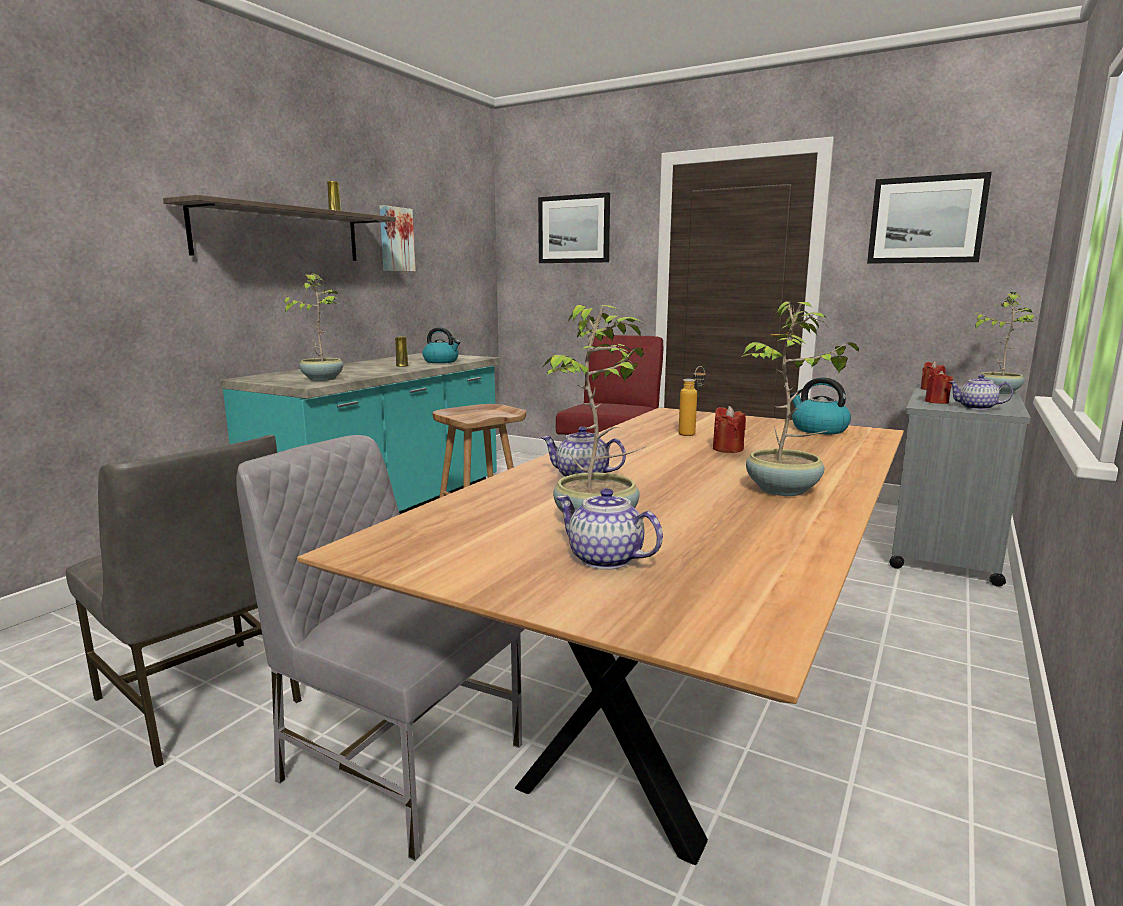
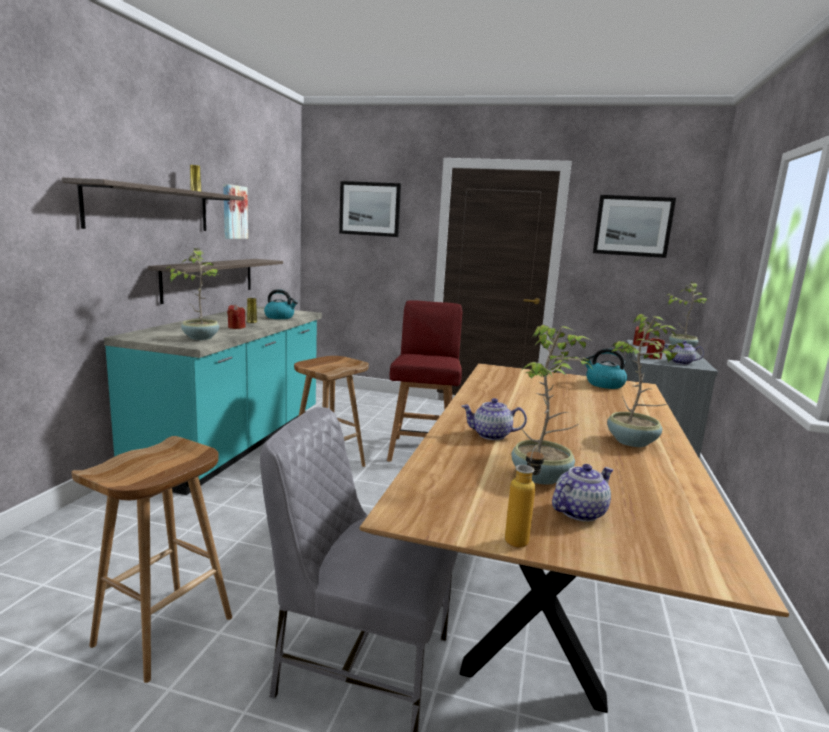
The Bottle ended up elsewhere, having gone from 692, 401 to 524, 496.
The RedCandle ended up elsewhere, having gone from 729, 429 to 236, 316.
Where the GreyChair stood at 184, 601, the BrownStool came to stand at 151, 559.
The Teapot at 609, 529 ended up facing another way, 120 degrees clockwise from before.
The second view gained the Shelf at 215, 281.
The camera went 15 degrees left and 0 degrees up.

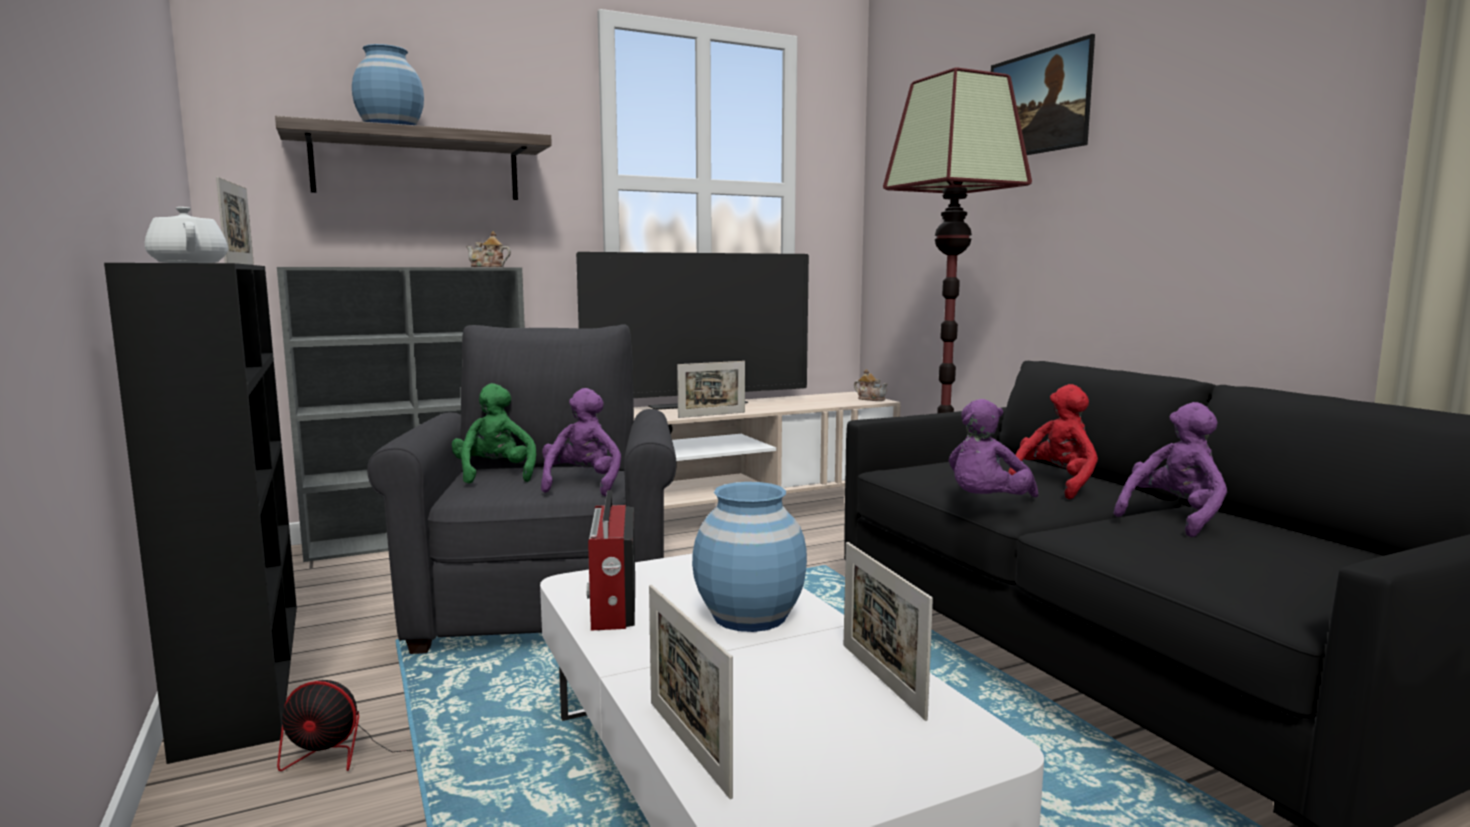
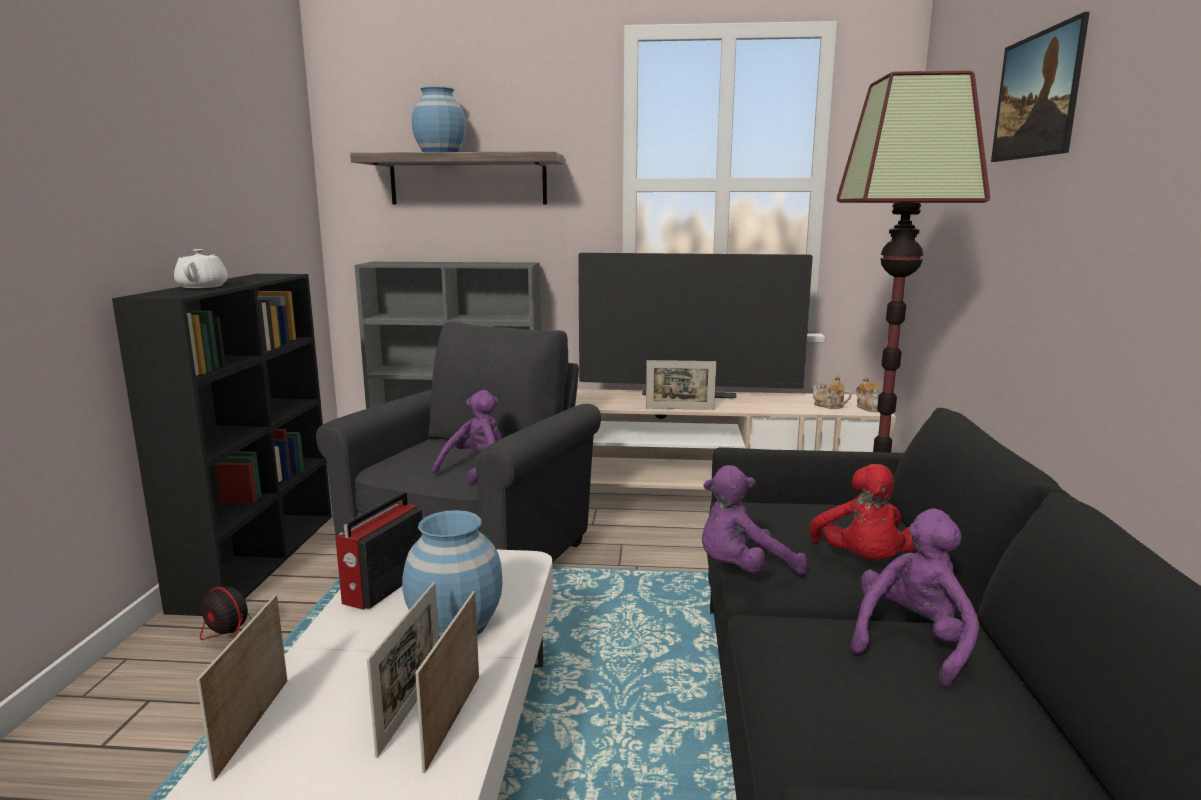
The PictureFrame ended up elsewhere, having gone from 235, 221 to 403, 670.
The Teapot ended up elsewhere, having gone from 488, 249 to 832, 392.
The second view lost the GreenPlushToy at 494, 433.
The RedPlushToy at 1053, 441 ended up facing another way, 105 degrees clockwise from before.
The PurplePlushToy at 1170, 469 ended up facing another way, 45 degrees counterclockwise from before.
The camera went 30 degrees right and 5 degrees up.

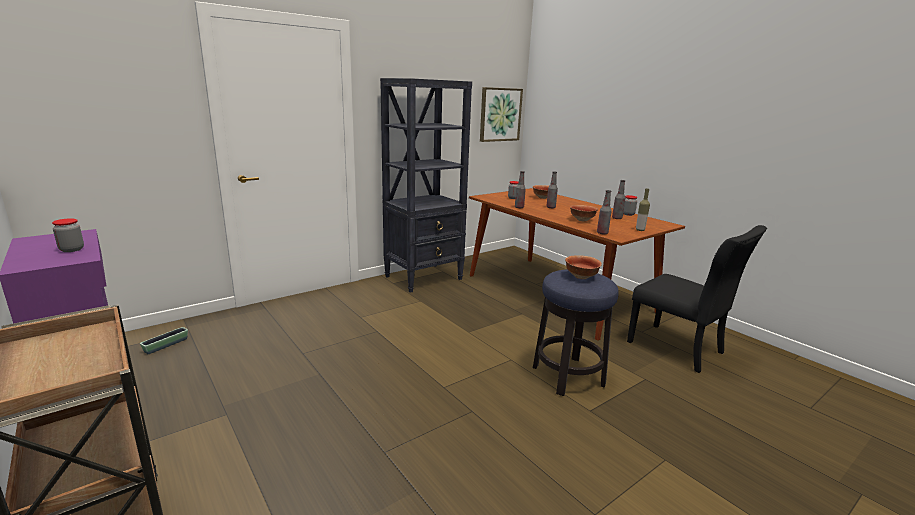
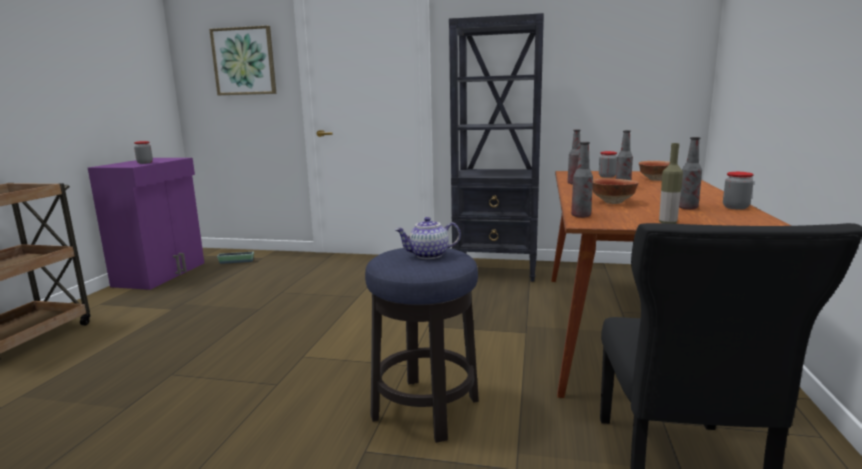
The Picture ended up elsewhere, having gone from 501, 114 to 243, 60.
Where the Bowl stood at 583, 267, the Teapot came to stand at 428, 238.
The camera went 50 degrees right and 5 degrees down.

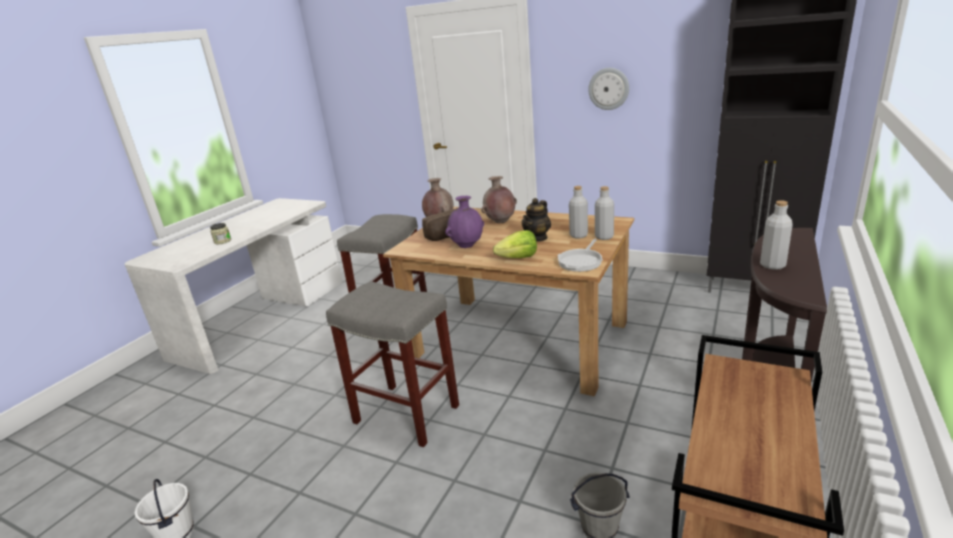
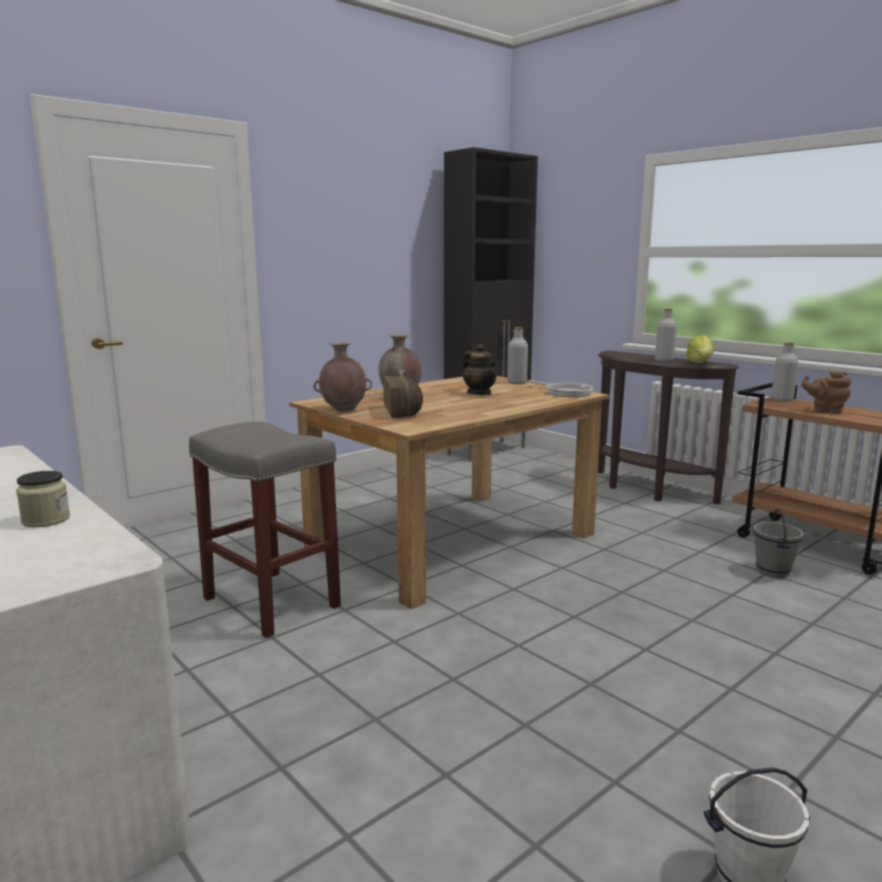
The second view lost the WallClock at 608, 89.
The GreyBottle ended up elsewhere, having gone from 578, 212 to 785, 372.
The second view lost the PurpleVase at 464, 222.
The Lettuce ended up elsewhere, having gone from 515, 244 to 700, 349.
The second view lost the GreyStool at 392, 364.
The second view gained the BrownTeapot at 826, 392.
The camera went 70 degrees left and 10 degrees down.

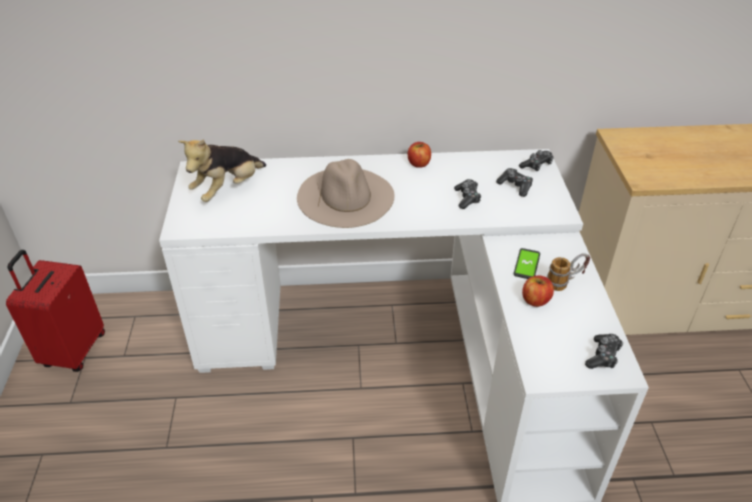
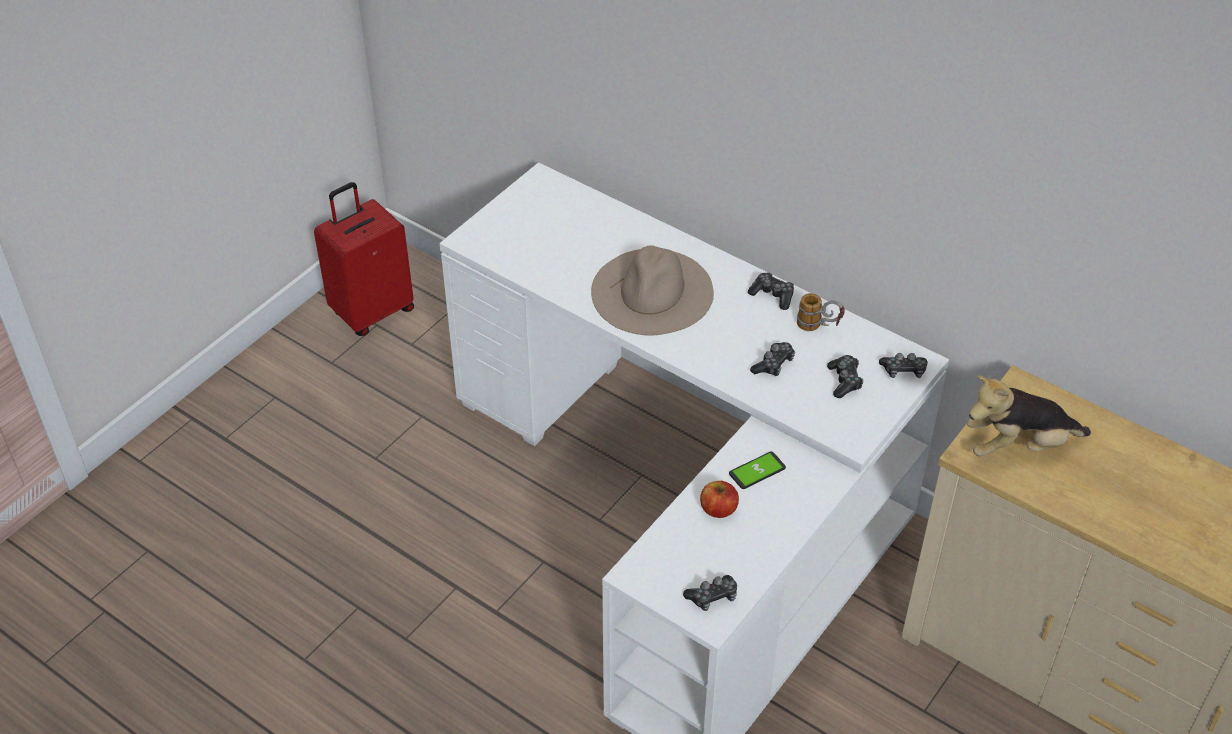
The PlushToy ended up elsewhere, having gone from 222, 170 to 1029, 415.
Where the Apple stood at 419, 155, the GameController came to stand at 771, 291.
The Mug ended up elsewhere, having gone from 568, 272 to 821, 312.
The camera went 40 degrees right and 5 degrees up.

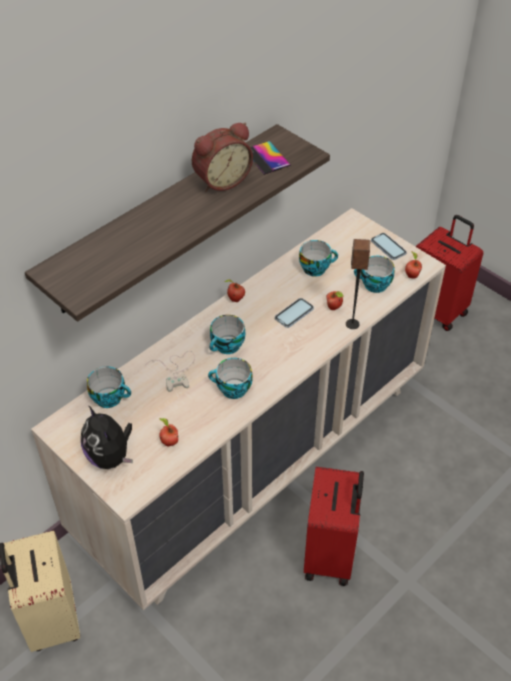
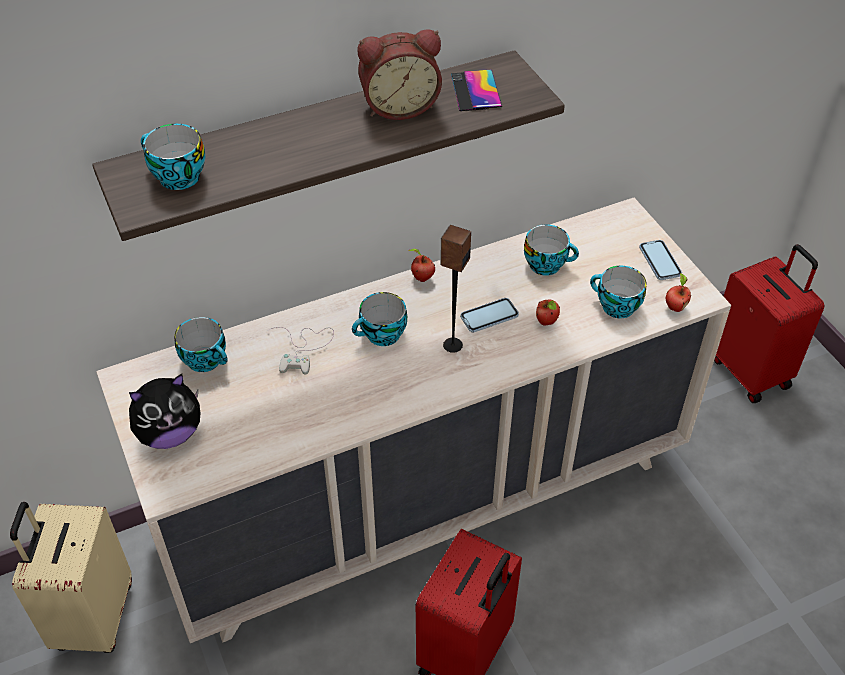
The Speaker ended up elsewhere, having gone from 358, 284 to 455, 289.
The Cup ended up elsewhere, having gone from 230, 378 to 173, 157.
The PlushToy at 107, 437 ended up facing another way, 105 degrees counterclockwise from before.
The second view lost the Apple at 168, 432.
The camera went 20 degrees right and 0 degrees up.

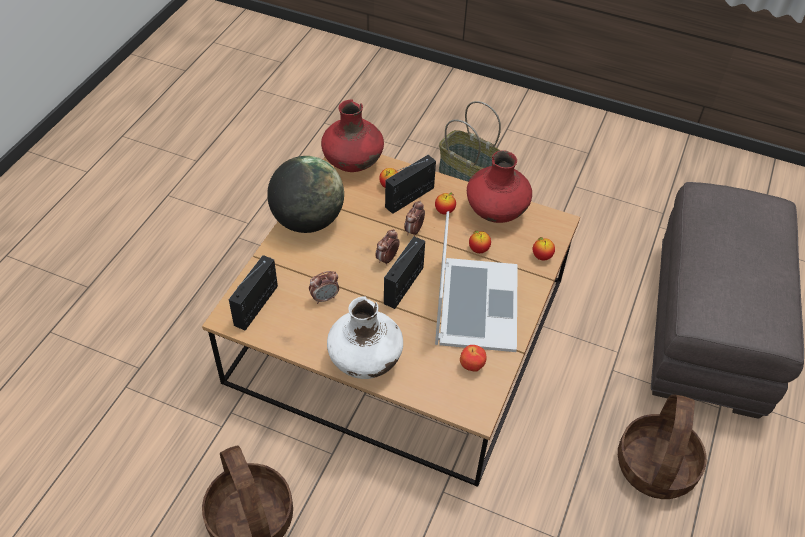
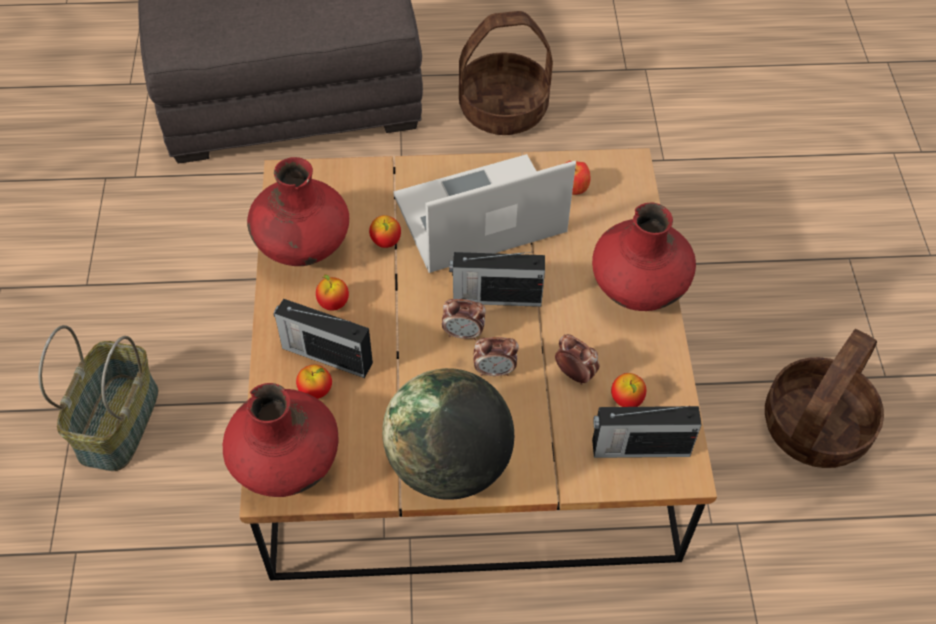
The AlarmClock ended up elsewhere, having gone from 414, 218 to 496, 356.
The Apple ended up elsewhere, having gone from 544, 248 to 628, 390.
What was the WhiteVase at 365, 337 turned into the RedVase at 644, 257.
The camera went 115 degrees left and 5 degrees up.

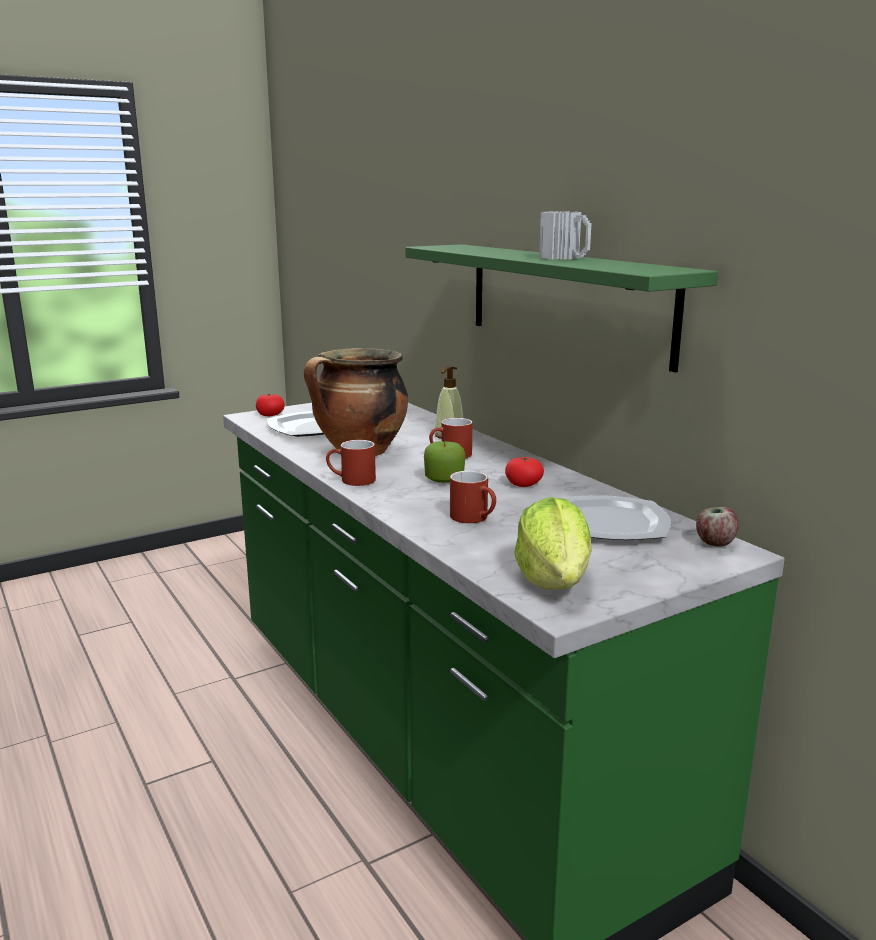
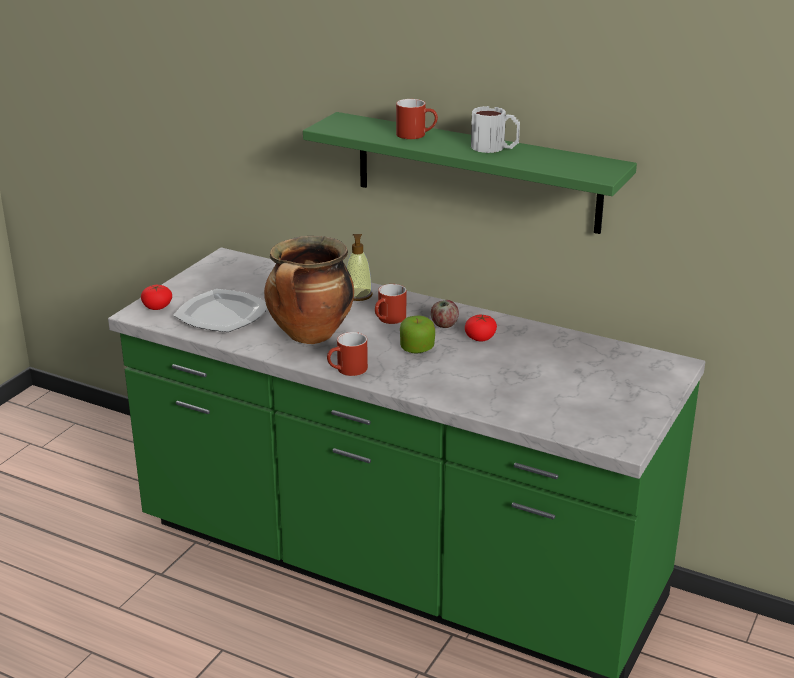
The RedMug ended up elsewhere, having gone from 473, 497 to 417, 119.
The second view lost the Plate at 616, 517.
The second view lost the Lettuce at 553, 543.
The Apple ended up elsewhere, having gone from 717, 527 to 445, 314.
The camera went 30 degrees left and 10 degrees up.

